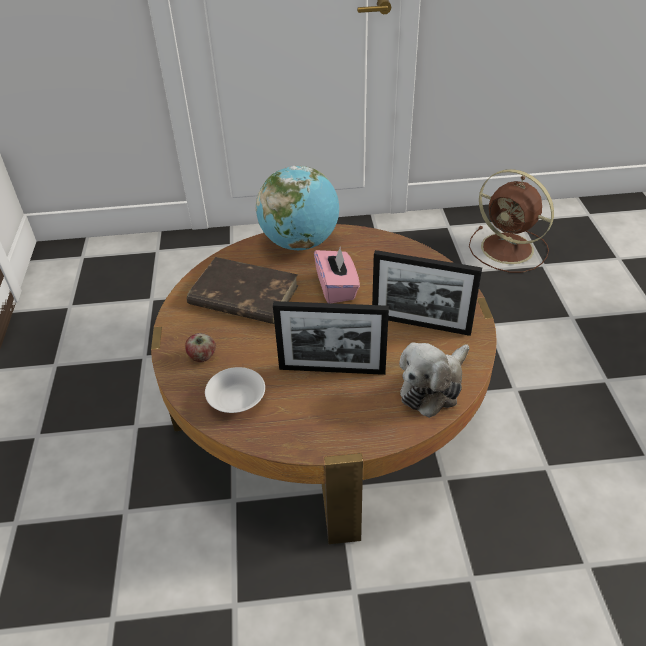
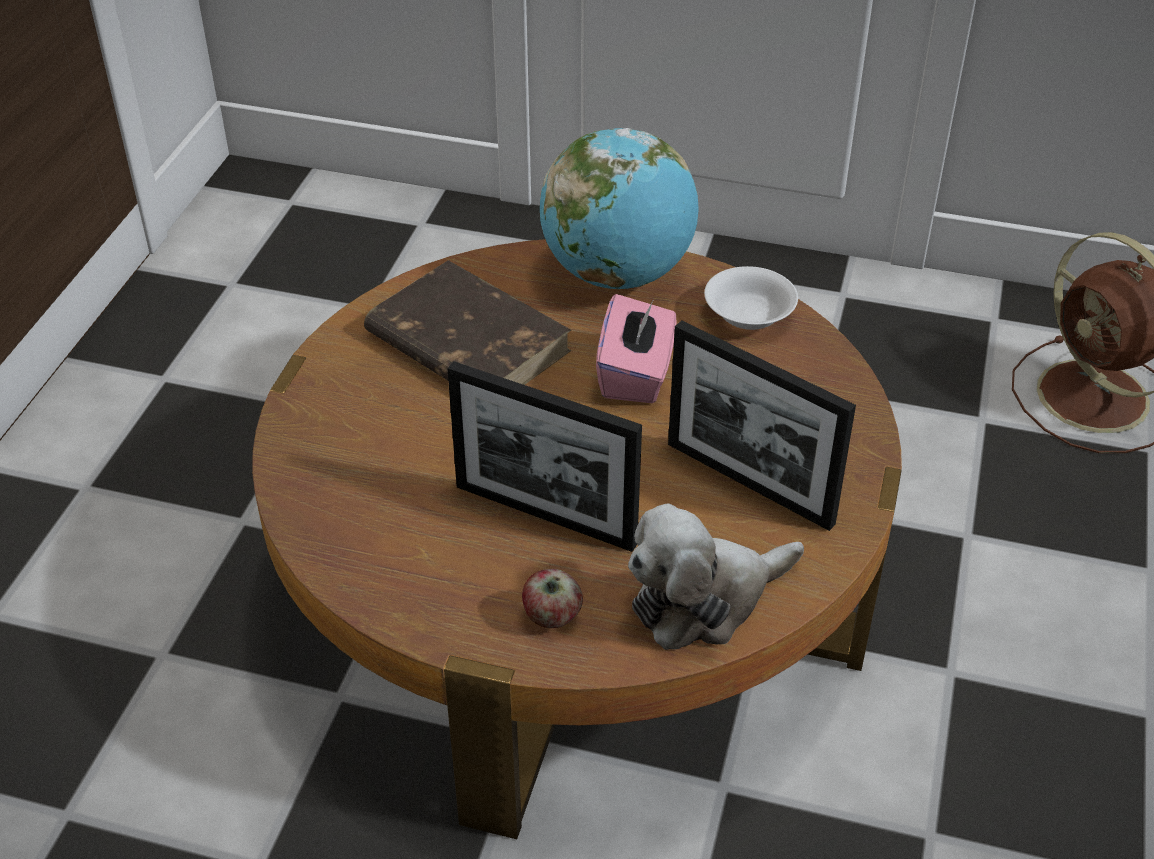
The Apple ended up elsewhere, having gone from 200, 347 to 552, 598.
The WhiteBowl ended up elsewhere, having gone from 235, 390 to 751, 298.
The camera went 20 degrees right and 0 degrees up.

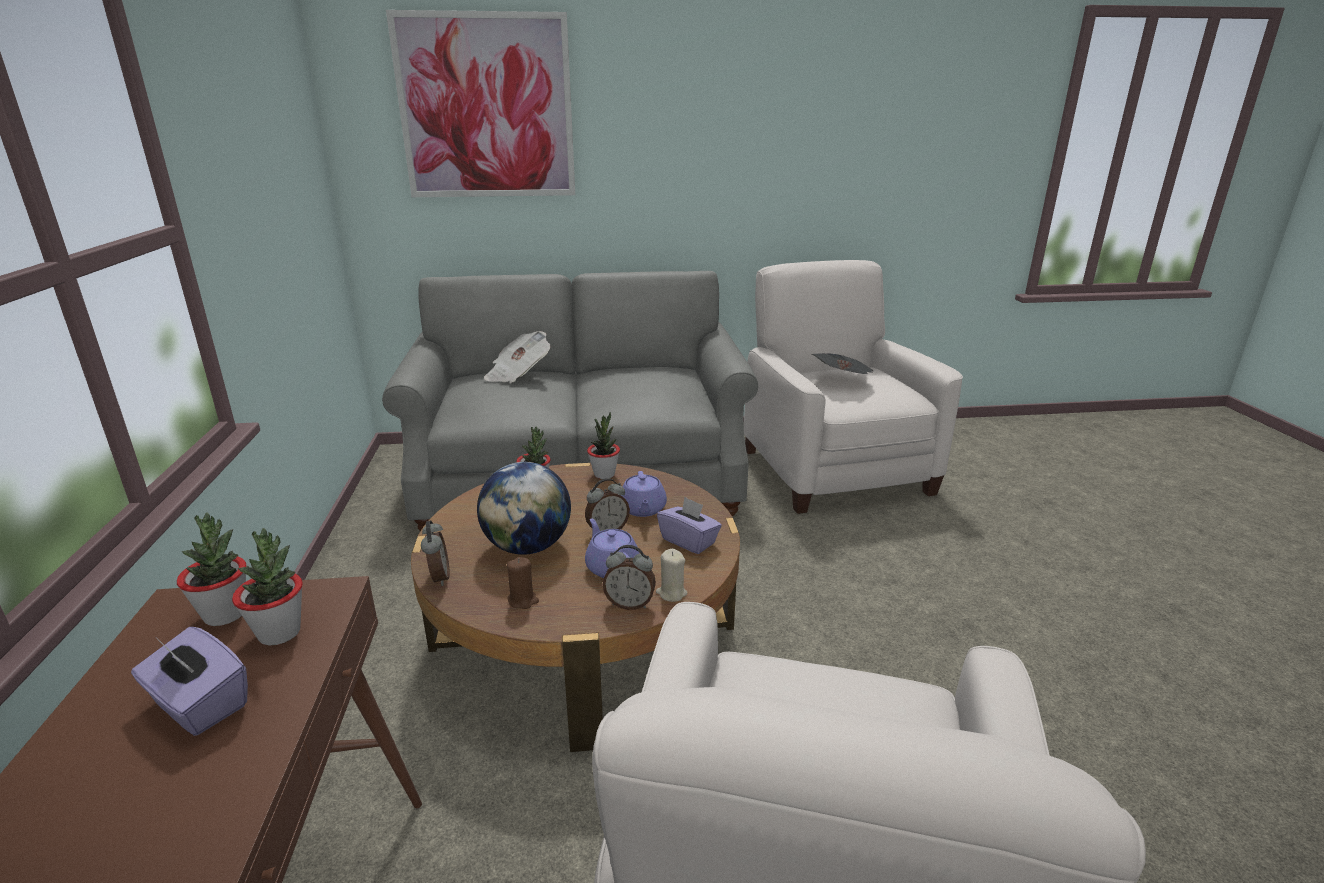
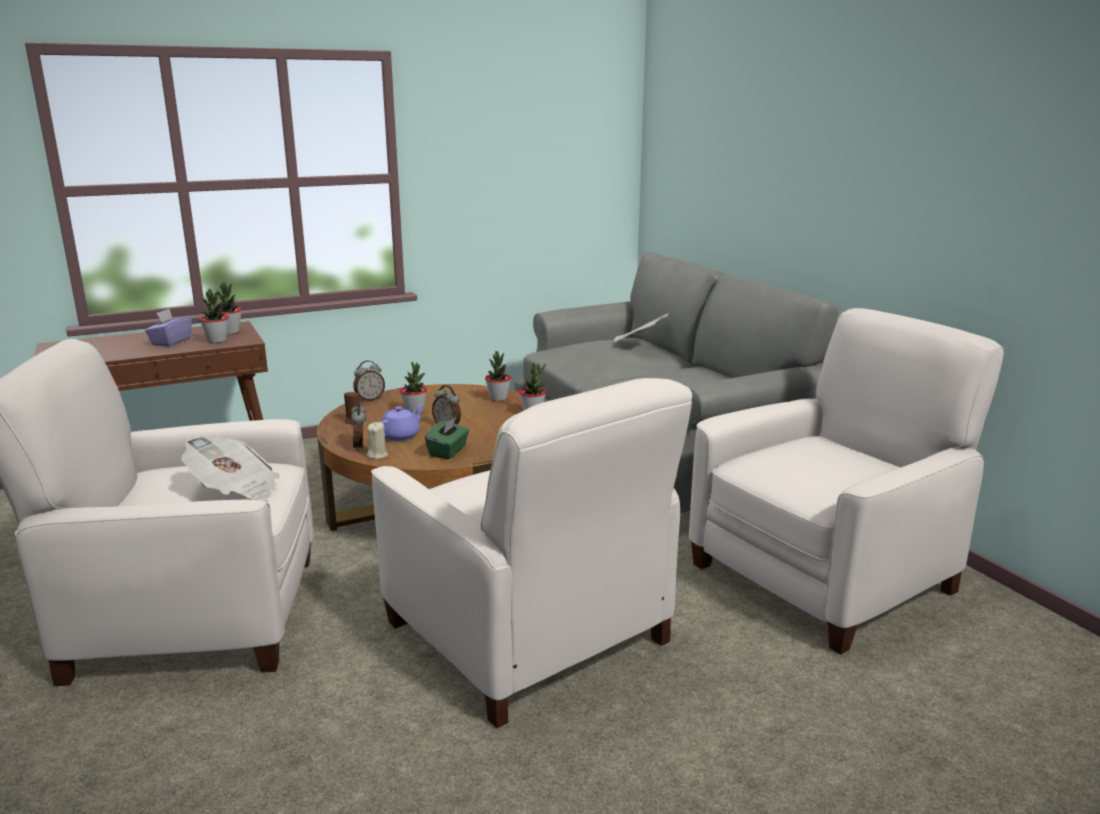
The second view lost the Picture at 480, 103.
The Newspaper ended up elsewhere, having gone from 842, 363 to 230, 468.
Where the Globe stood at 524, 508, the PottedPlant came to stand at 413, 388.
The second view lost the PurpleTeapot at 644, 494.
What was the PurpleTissueBox at 689, 525 turned into the GreenTissueBox at 447, 438.
The second view gained the WhiteArmchair at 531, 553.
The camera went 70 degrees right and 5 degrees down.

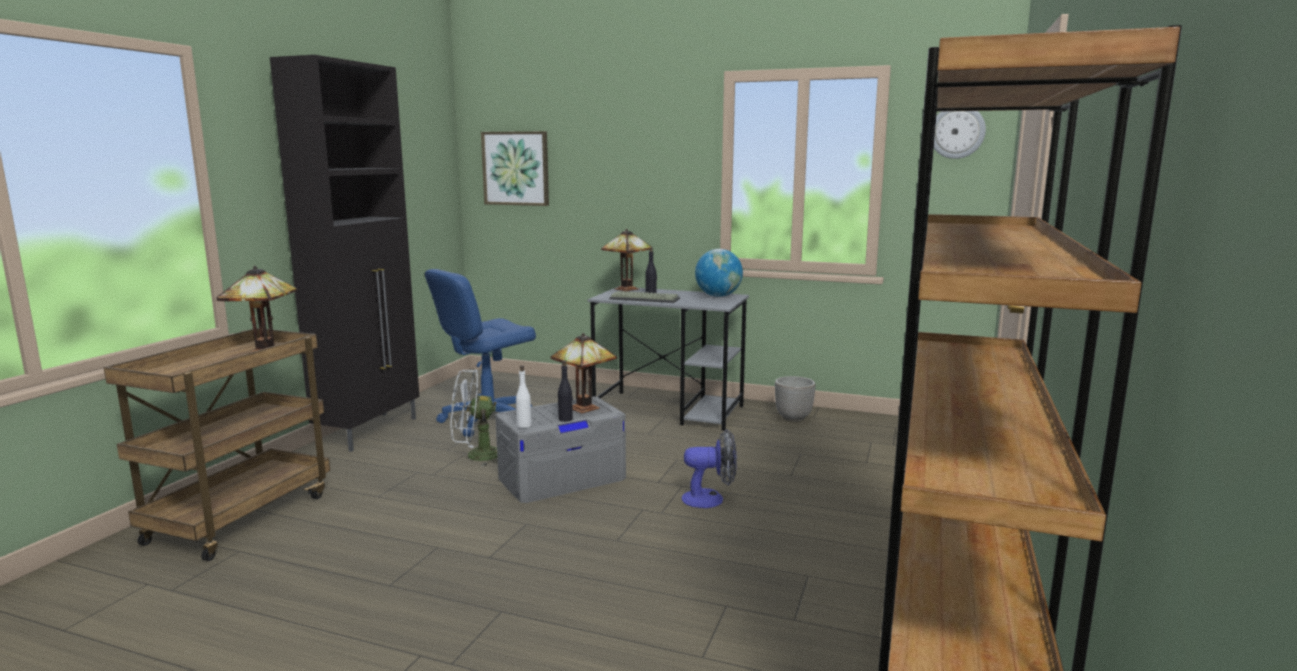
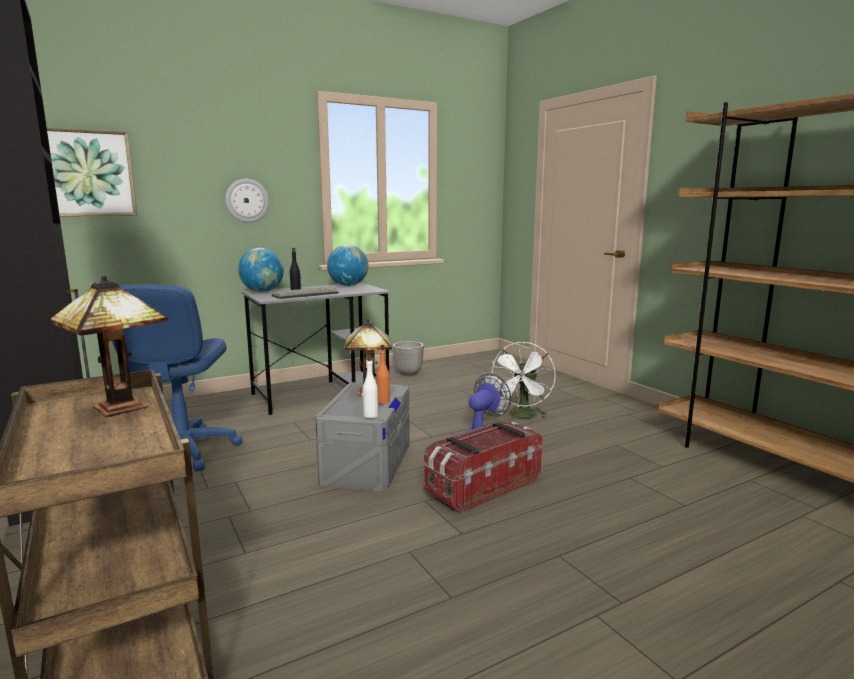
The WallClock ended up elsewhere, having gone from 960, 135 to 247, 201.
Where the TableLamp stood at 627, 260, the Globe came to stand at 261, 270.
What was the BlackBottle at 565, 391 turned into the OrangeBottle at 383, 374.
The WhiteFan ended up elsewhere, having gone from 474, 417 to 523, 380.
The second view gained the StorageBox at 483, 468.
The camera went 50 degrees left and 0 degrees up.

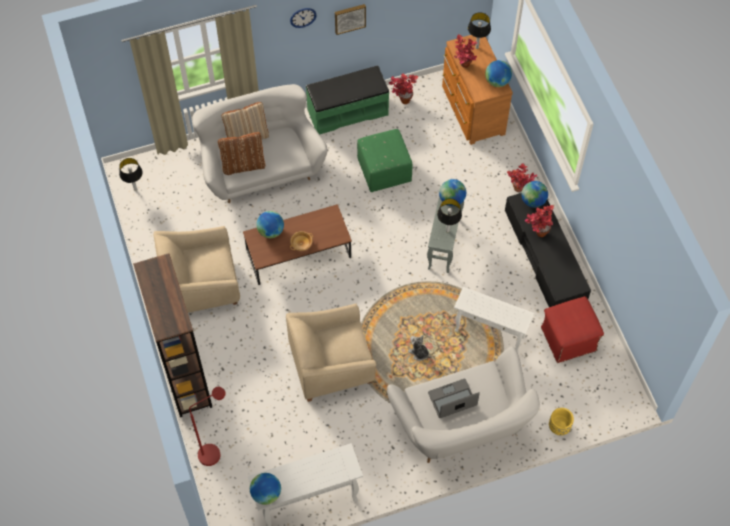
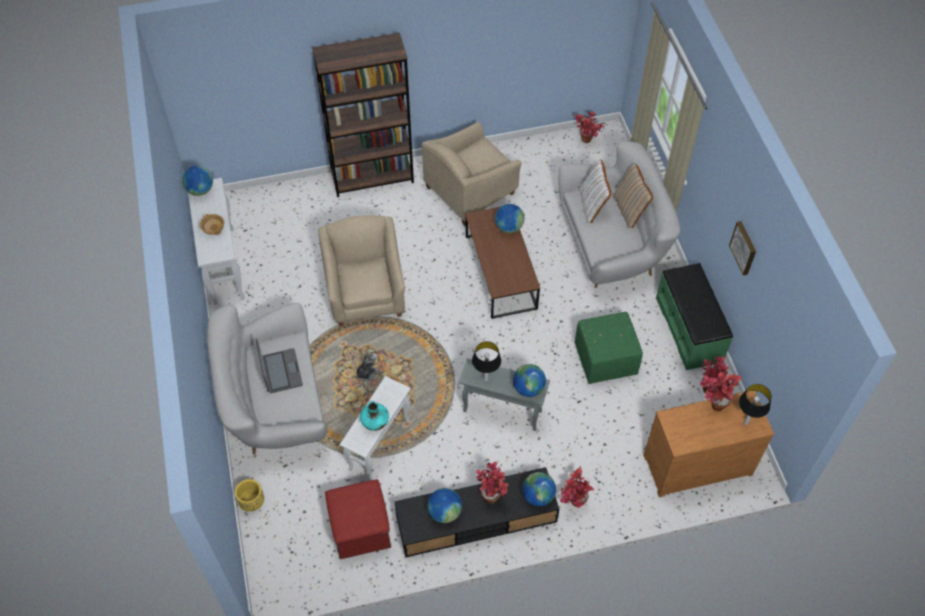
The second view lost the WallClock at 303, 18.
The Globe ended up elsewhere, having gone from 498, 73 to 444, 505.
What was the BrownPillow at 241, 153 turned into the WhitePillow at 595, 191.
Where the TableLamp stood at 131, 174, the PottedPlant came to stand at 589, 127.
The BeigeArmchair at 196, 269 ended up facing another way, 120 degrees counterclockwise from before.
The BeigeBowl ended up elsewhere, having gone from 301, 241 to 212, 224.
The second view lost the RedFloorLamp at 207, 426.
The second view gained the TurquoiseVase at 374, 416.
The camera went 95 degrees right and 5 degrees down.

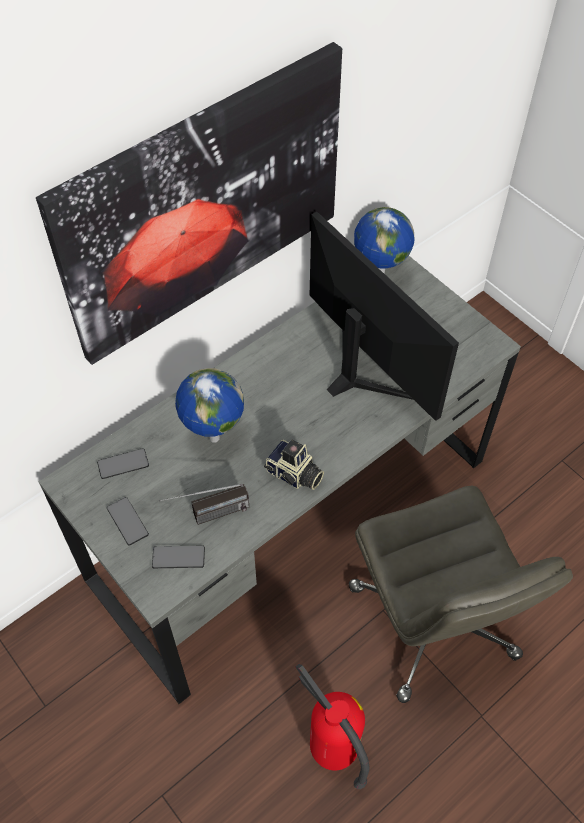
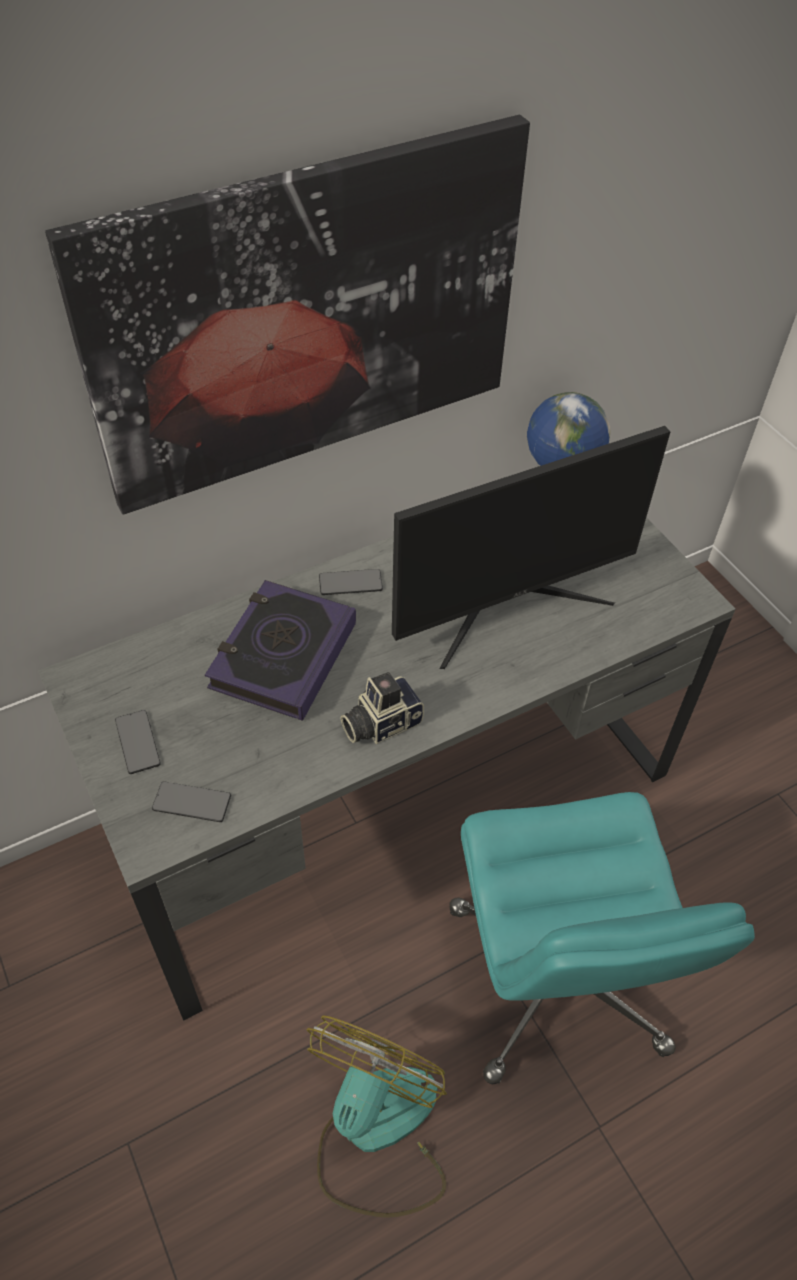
The Monitor at 384, 316 ended up facing another way, 90 degrees clockwise from before.
Where the Globe stood at 209, 405, the Book came to stand at 280, 650.
The PhotoCamera at 294, 464 ended up facing another way, 105 degrees clockwise from before.
The Phone ended up elsewhere, having gone from 123, 463 to 351, 582.
The second view lost the Radio at 204, 504.
What was the GreyOfficeChair at 461, 594 turned into the TurquoiseOfficeChair at 602, 938.
Where the FireExtinguisher stood at 332, 726, the Fan came to stand at 377, 1116.
The camera went 10 degrees right and 5 degrees down.

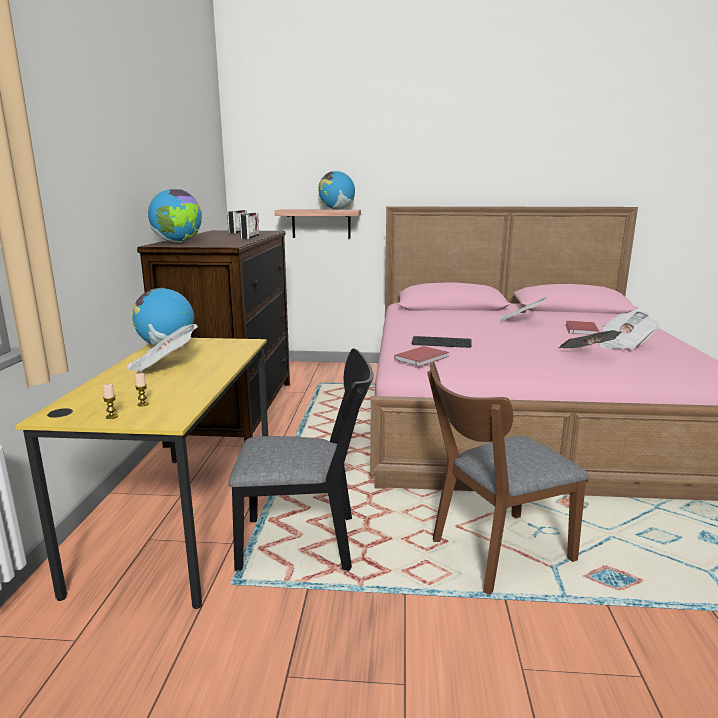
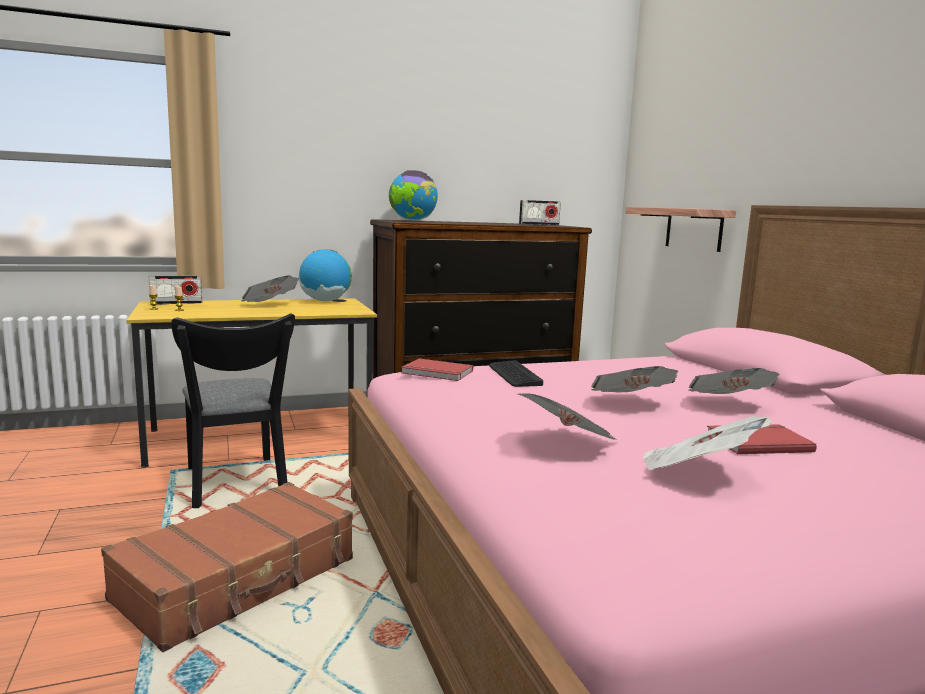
The second view lost the Globe at 336, 190.
The Radio ended up elsewhere, having gone from 249, 226 to 175, 290.
Where the BrownChair stood at 508, 478, the BrownSuitcase came to stand at 227, 567.
The second view gained the Newspaper at 634, 379.
The camera went 65 degrees right and 5 degrees down.

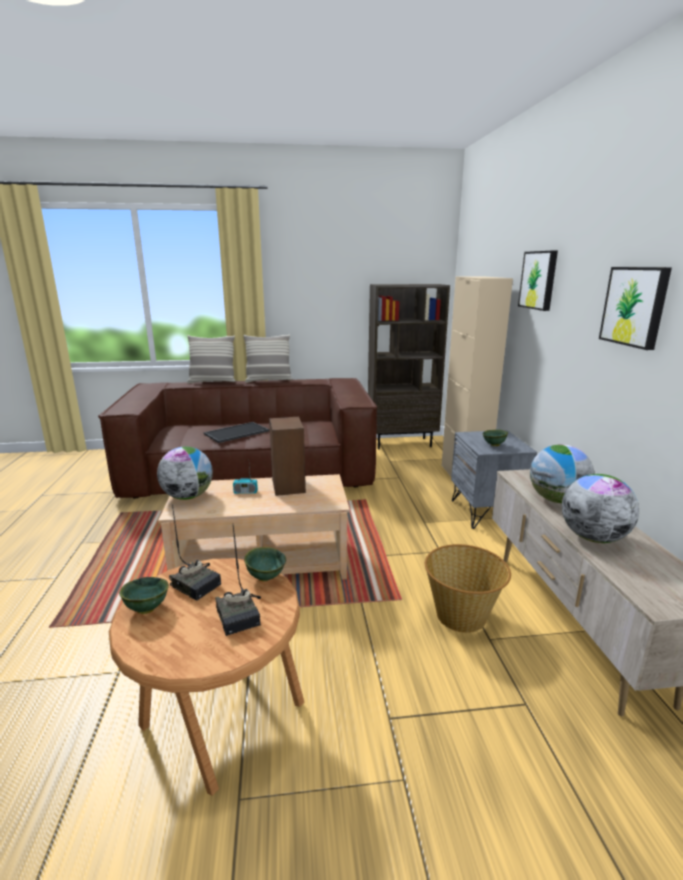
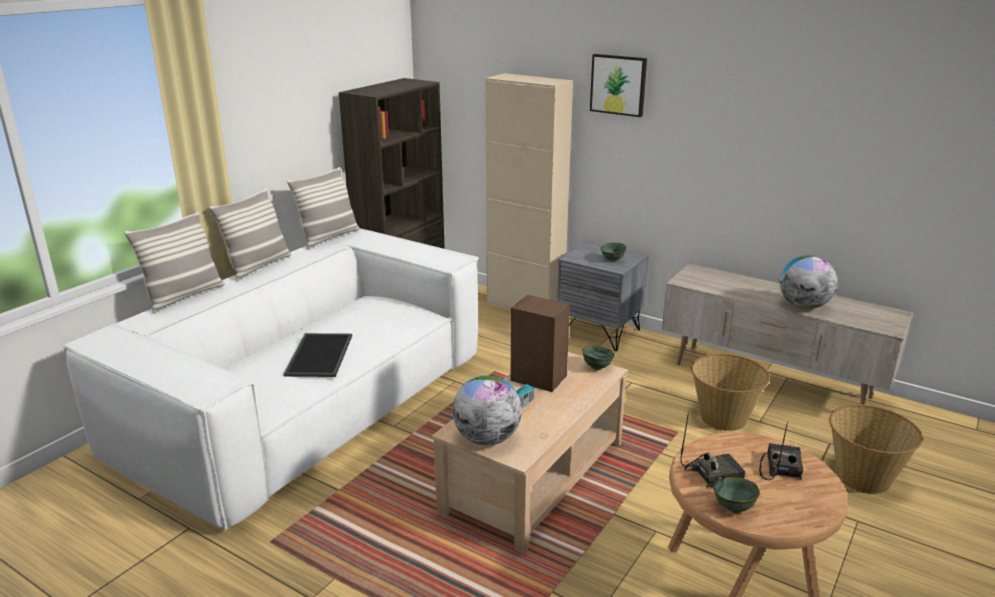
The second view lost the Picture at 635, 308.
What was the BrownSofa at 237, 438 turned into the WhiteSofa at 271, 379.
The second view lost the Globe at 562, 473.
The Radio at 238, 581 ended up facing another way, 90 degrees counterclockwise from before.
The GreenBowl ended up elsewhere, having gone from 265, 564 to 598, 358.
The second view gained the Pillow at 323, 208.
The second view gained the Basket at 876, 449.
The camera went 50 degrees left and 5 degrees up.

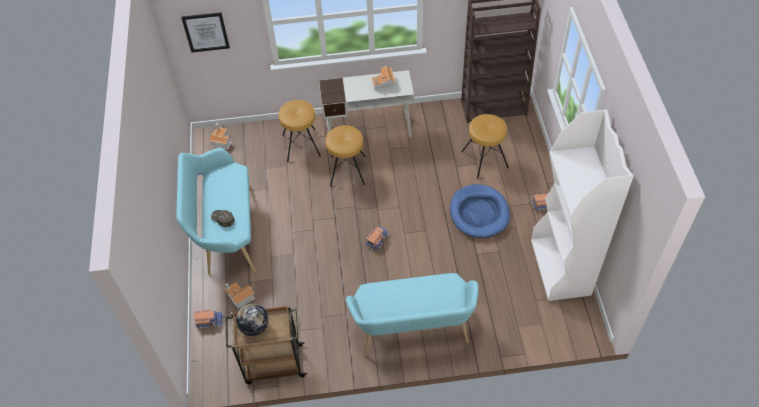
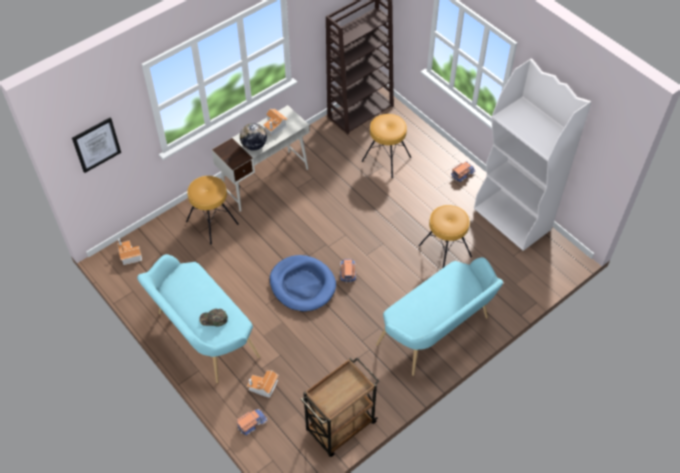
The BrownStool ended up elsewhere, having gone from 345, 155 to 445, 236.
The BlueDogBed ended up elsewhere, having gone from 480, 211 to 303, 283.
The Globe ended up elsewhere, having gone from 252, 319 to 253, 137.
The camera went 35 degrees left and 0 degrees up.

